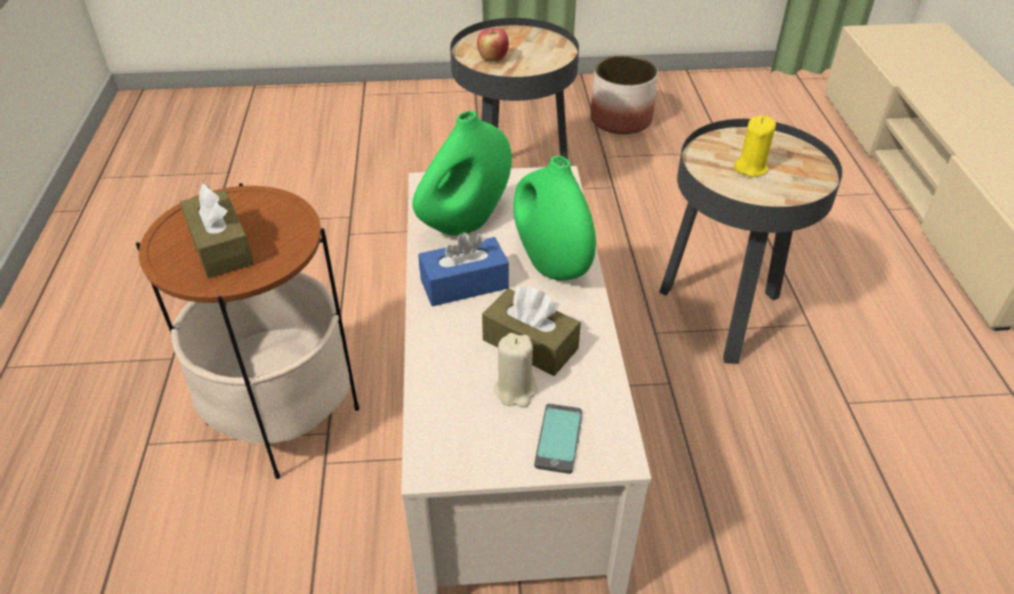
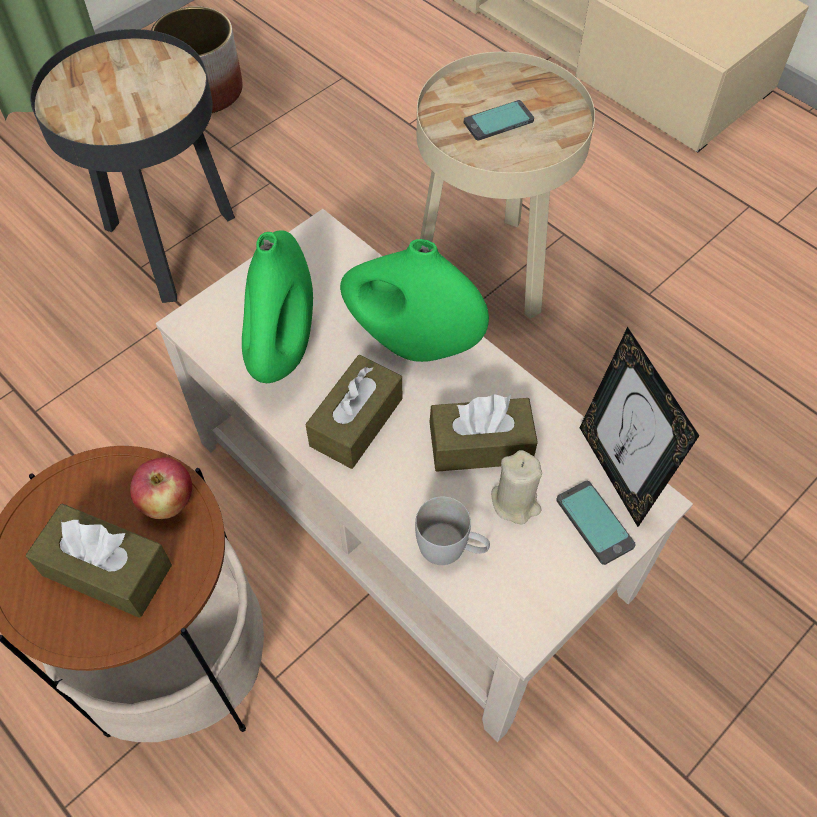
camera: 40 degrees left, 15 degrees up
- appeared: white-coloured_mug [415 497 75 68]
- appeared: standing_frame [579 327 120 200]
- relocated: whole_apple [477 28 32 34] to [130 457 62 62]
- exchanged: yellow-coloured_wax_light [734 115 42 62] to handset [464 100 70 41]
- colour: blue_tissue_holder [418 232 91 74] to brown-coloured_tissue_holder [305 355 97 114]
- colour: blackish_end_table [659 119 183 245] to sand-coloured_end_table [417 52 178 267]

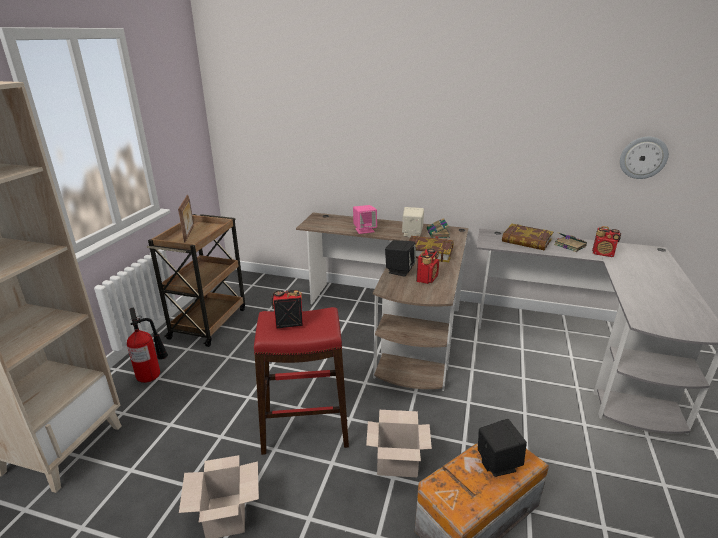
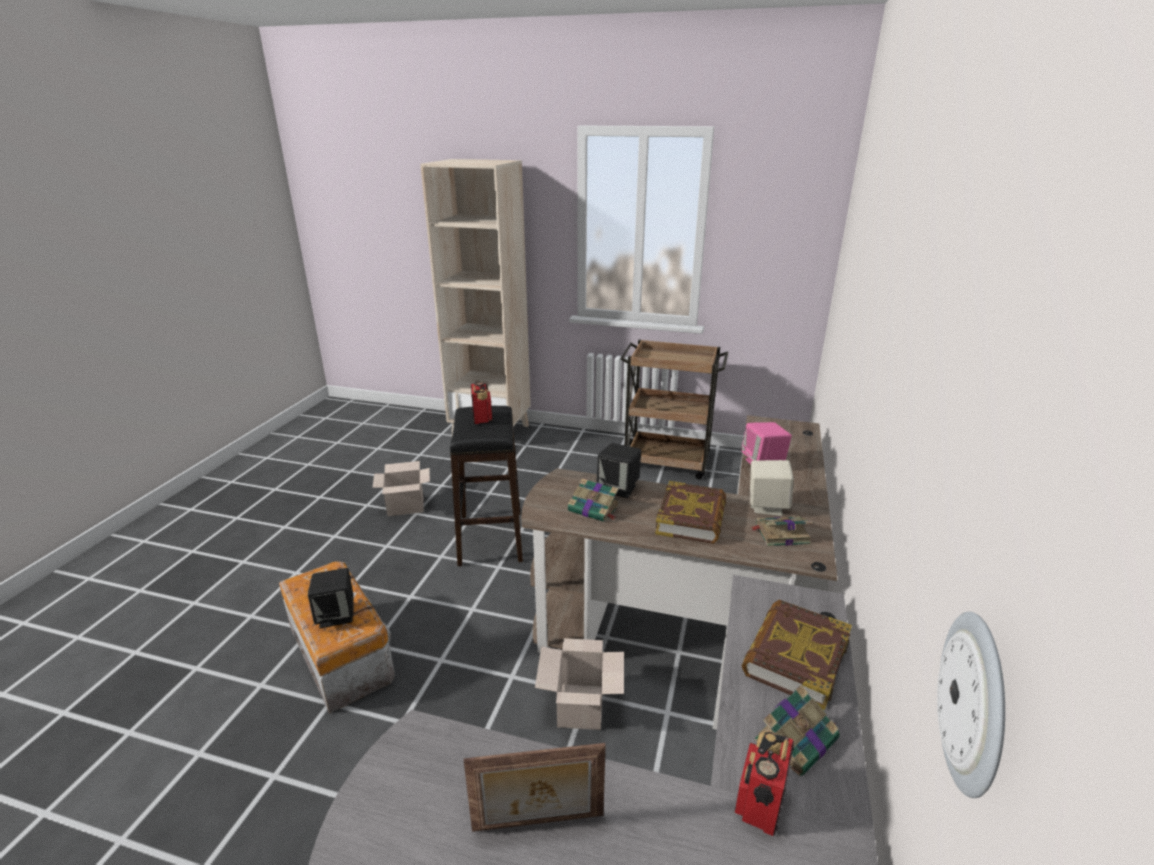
camera: 90 degrees right, 0 degrees up
- missing: extinguisher [127 308 41 75]
- relocated: standing_frame [178 195 16 48] to [464 743 142 89]
- relocated: carton [366 410 66 67] to [535 638 89 92]
- exchanged: radio_set [416 248 23 36] to volume [568 478 51 44]
- colour: red-coloured_stool [254 307 95 148] to blackish_stool [450 406 73 160]

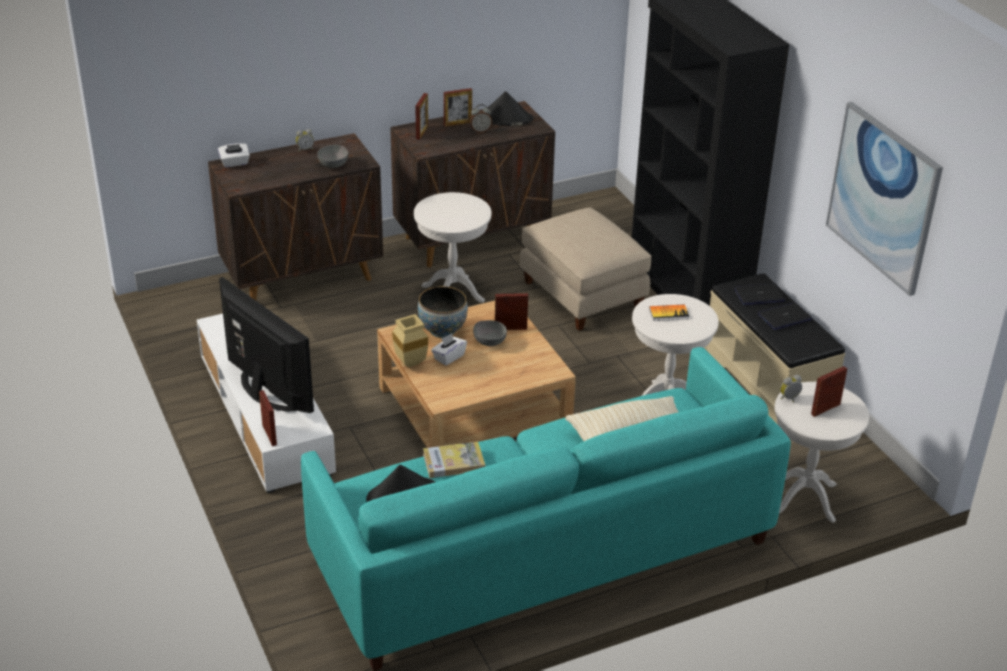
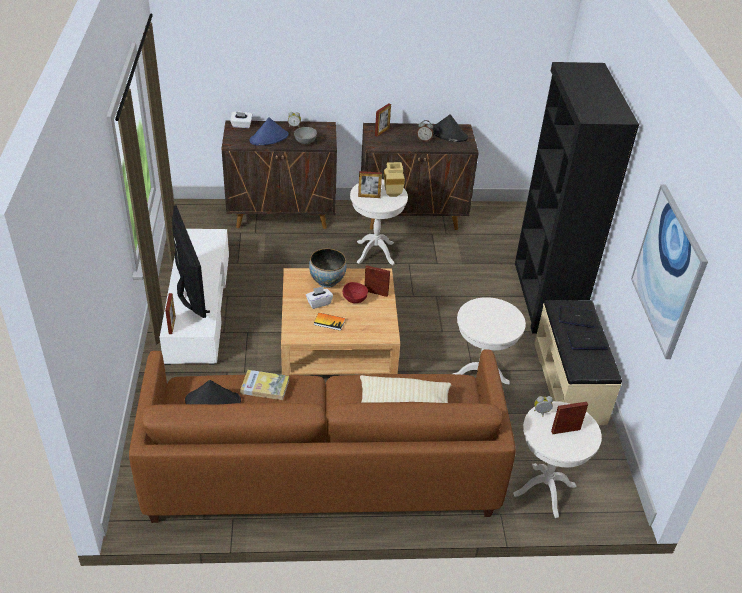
camera: 20 degrees right, 5 degrees up
- missing: sand-coloured_footrest [520 207 131 124]
- appeared: blue_wearable_hat [250 117 38 28]
- relocated: sand-coloured_flower_vase [392 314 36 54] to [384 162 21 35]
- relocated: standing_frame [444 88 28 39] to [358 171 24 27]
- relocated: volume [649 304 40 17] to [314 313 31 18]
- colour: blue-green_couch [301 347 490 324] to brown-coloured_couch [129 349 387 174]
- colour: grey_deep_dish [473 320 34 26] to red-coloured_deep_dish [343 282 25 21]

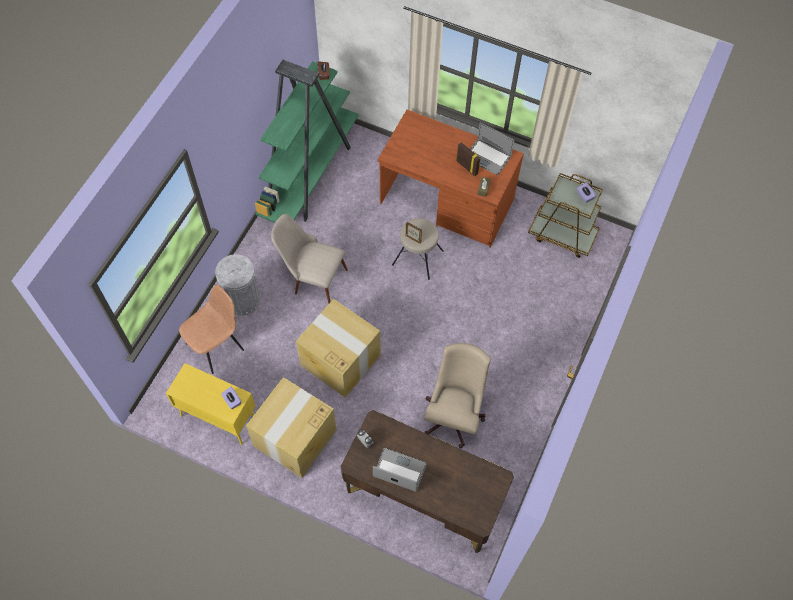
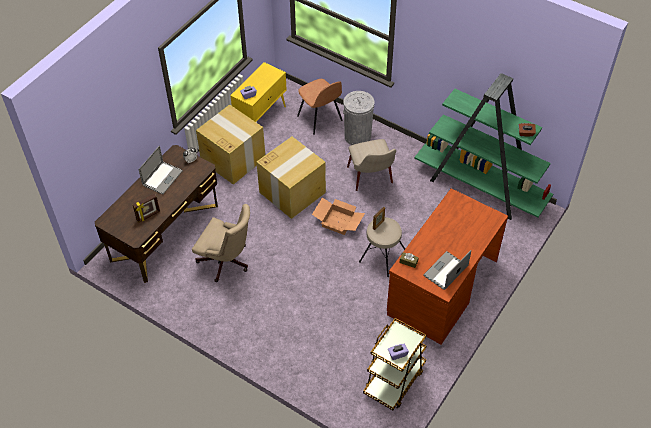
camera: 100 degrees right, 10 degrees down
- appeared: carton [312 198 53 37]
- relocated: standing_frame [456 142 25 34] to [133 194 27 29]
- spun: sand-coloured_plain_chair [271 214 77 90] = [347 139 49 52] 135 degrees clockwise

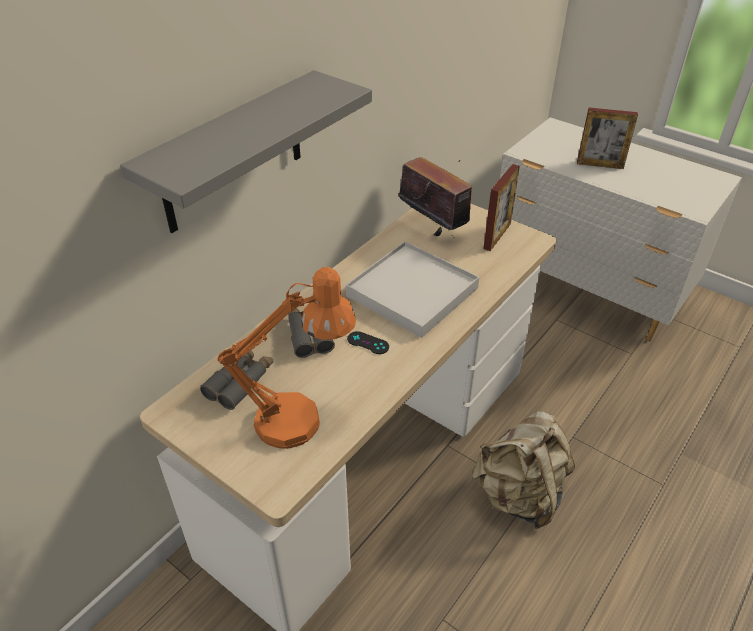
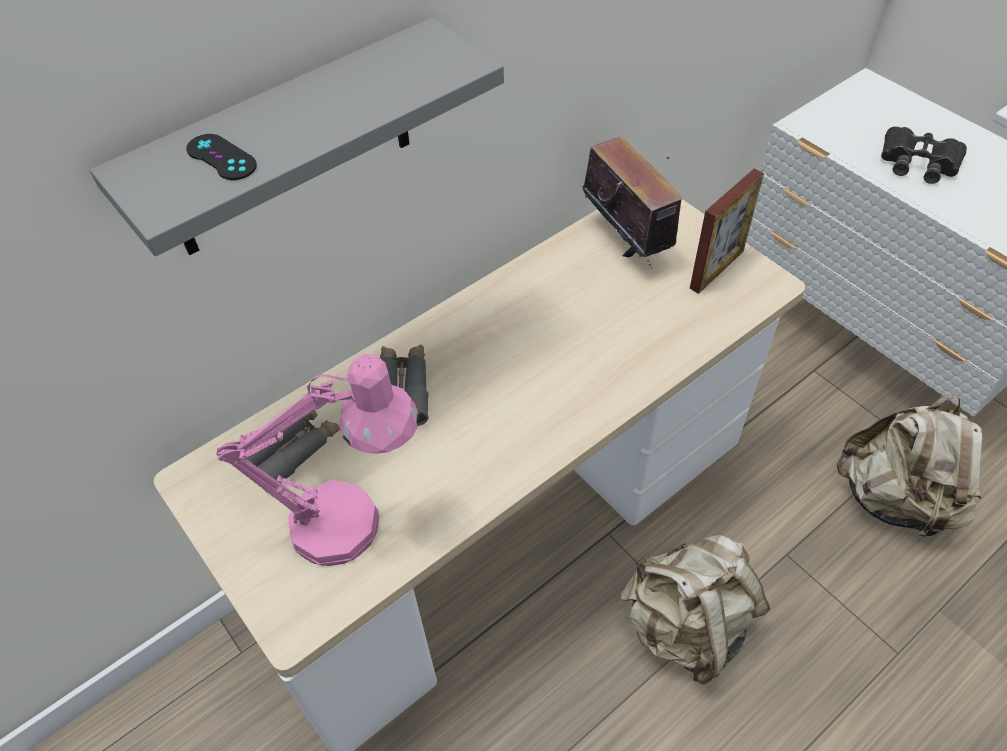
camera: 15 degrees right, 10 degrees up
- missing: white-coloured_carrying_tray [346 241 133 97]
- appeared: sand-coloured_rucksack [836 395 146 146]
- relocated: blackish_gamepad [347 331 42 23] to [186 134 71 46]
- exchanged: standing_frame [577 108 61 61] to blackish_field_glasses [881 126 86 58]
- colour: orangey_tabletop_lamp [218 267 138 182] to pink_tabletop_lamp [217 354 202 212]

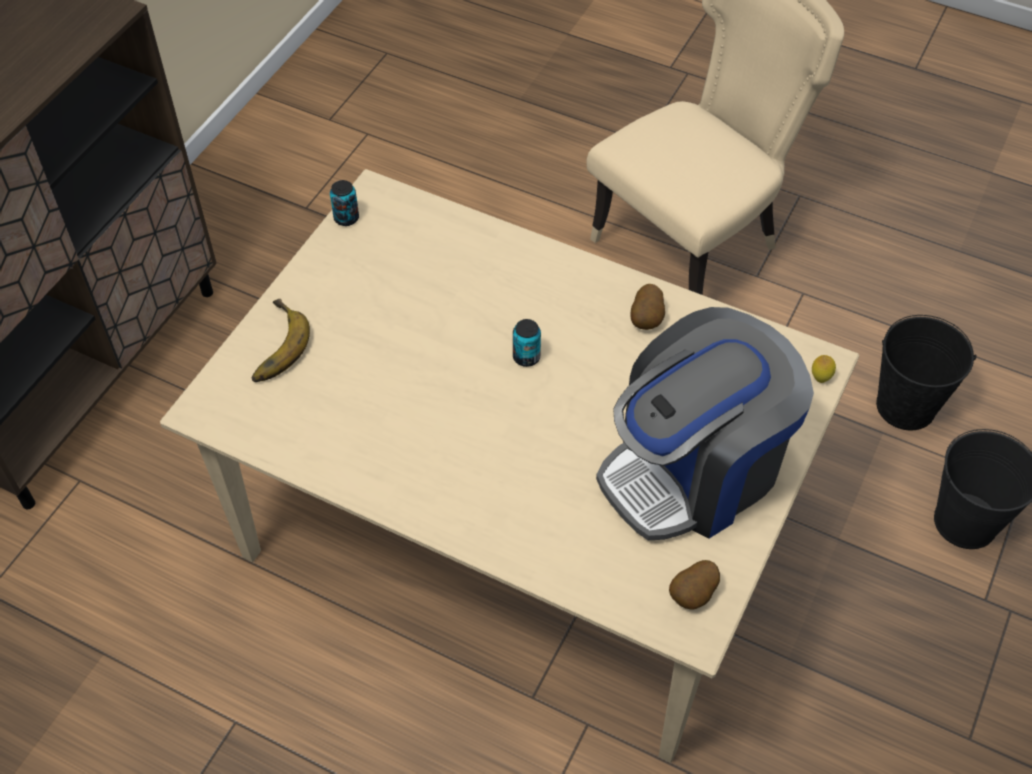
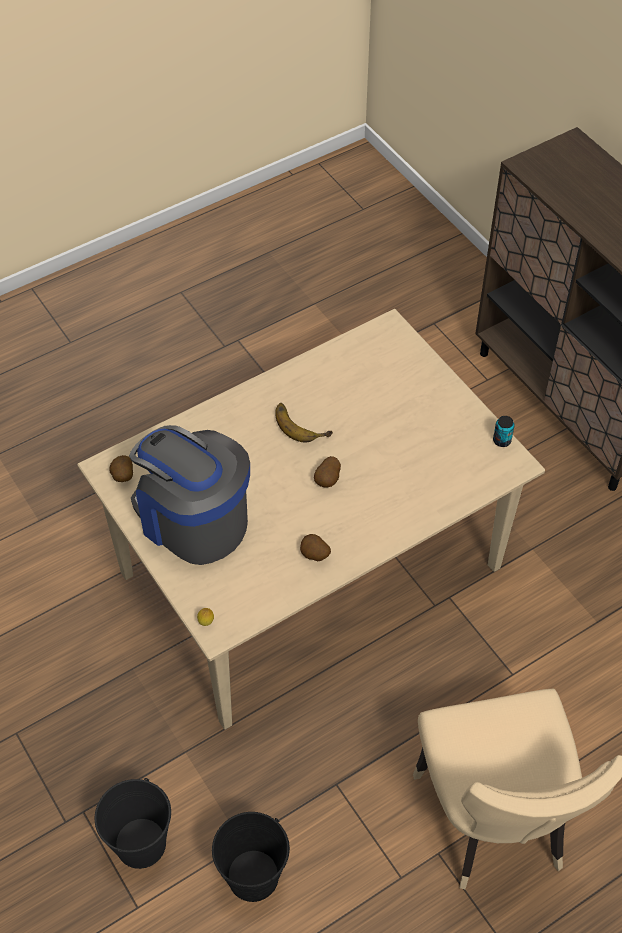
camera: 120 degrees right, 0 degrees up
- relocated: whole_banana [251 299 59 83] to [275 403 58 40]
- exchanged: can [513 319 28 48] to spud [314 456 27 31]
- spun: coffee_maker [596 307 218 233] = [129 425 121 140] 45 degrees counterclockwise

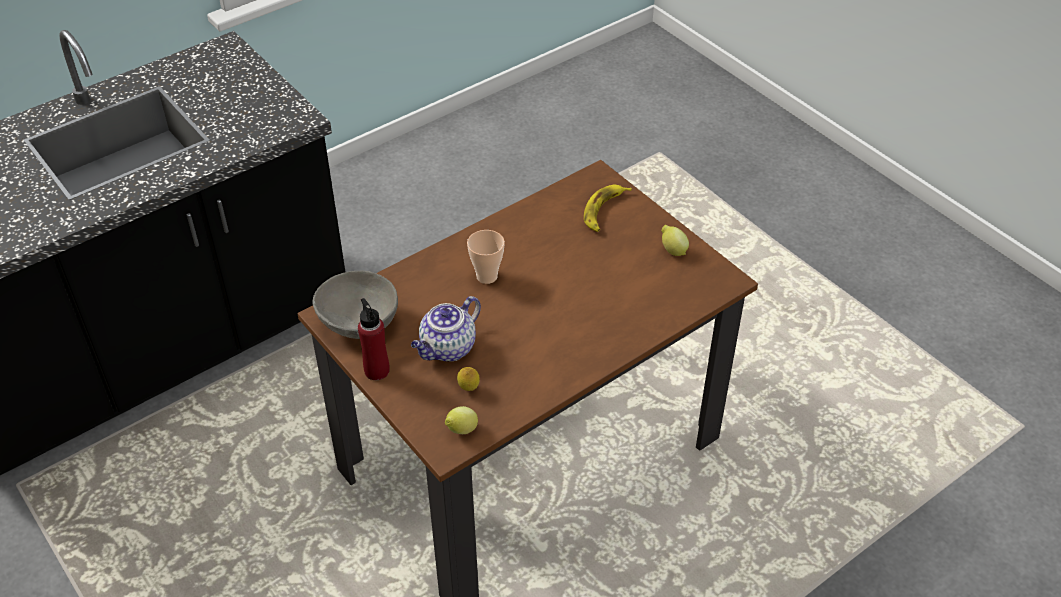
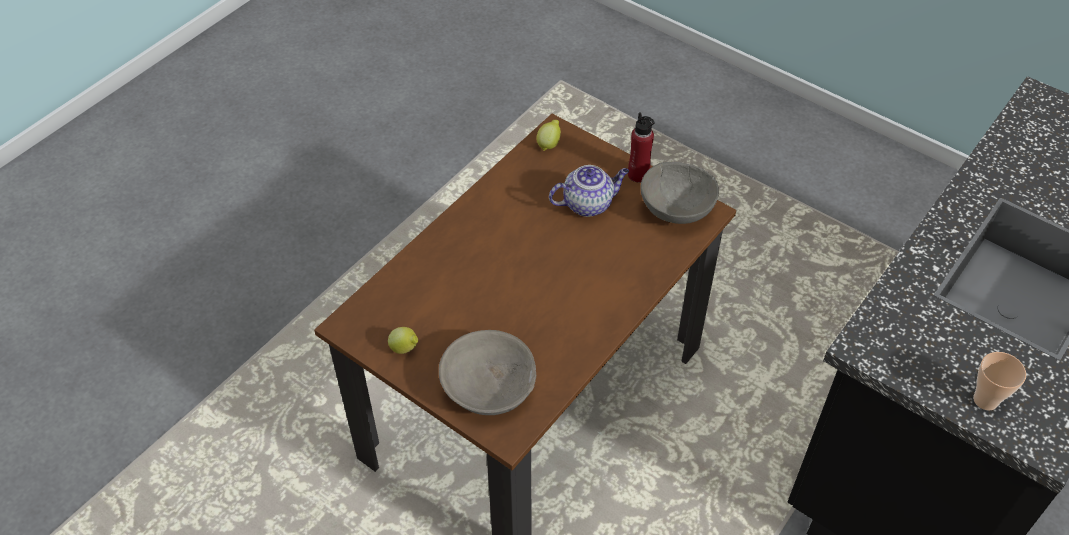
camera: 165 degrees right, 5 degrees up
- missing: lemon [457 367 23 24]
- relocated: drinking_cup [467 230 38 54] to [973 352 53 58]
- exchanged: whole_banana [584 185 47 47] to grey_deep_dish [439 330 97 85]
- spun: pot_for_tea [411 296 70 66] = [549 165 80 52] 45 degrees clockwise

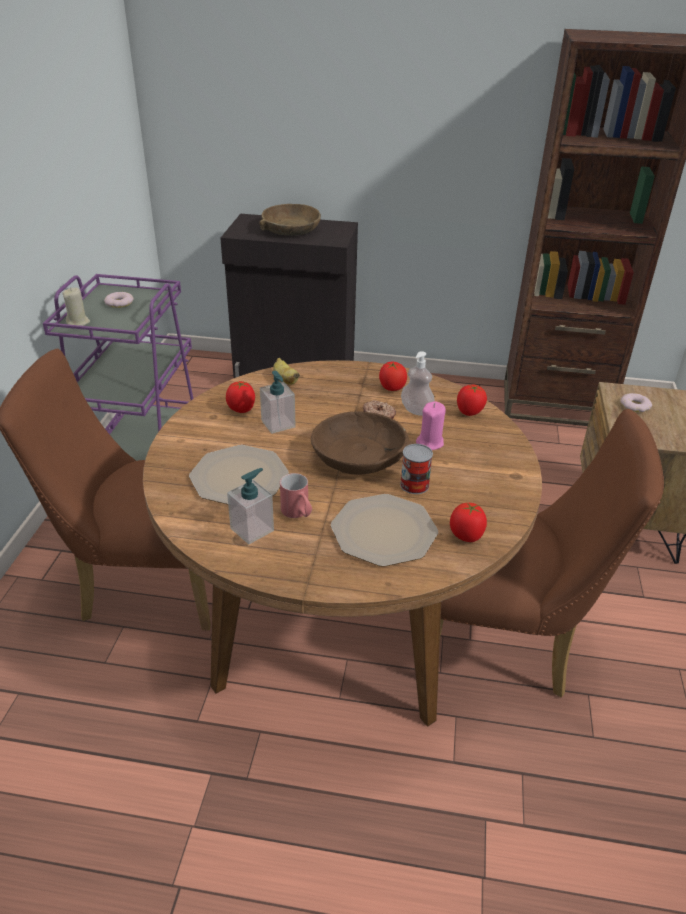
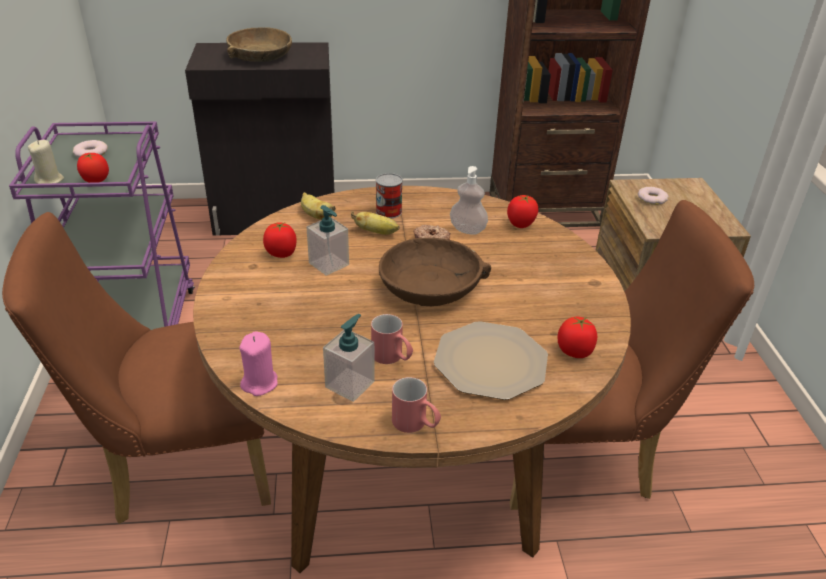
camera: 15 degrees left, 0 degrees up
- missing: plate [189 445 100 59]
- appeared: whole_banana [351 211 49 24]
- appeared: red-coloured_mug [392 377 49 56]
- relocated: whole_tomato [379 362 28 29] to [77 153 32 30]
- relocated: can [400 444 33 50] to [376 173 27 45]
- relocated: pink_wax_light [416 401 30 49] to [239 331 39 65]

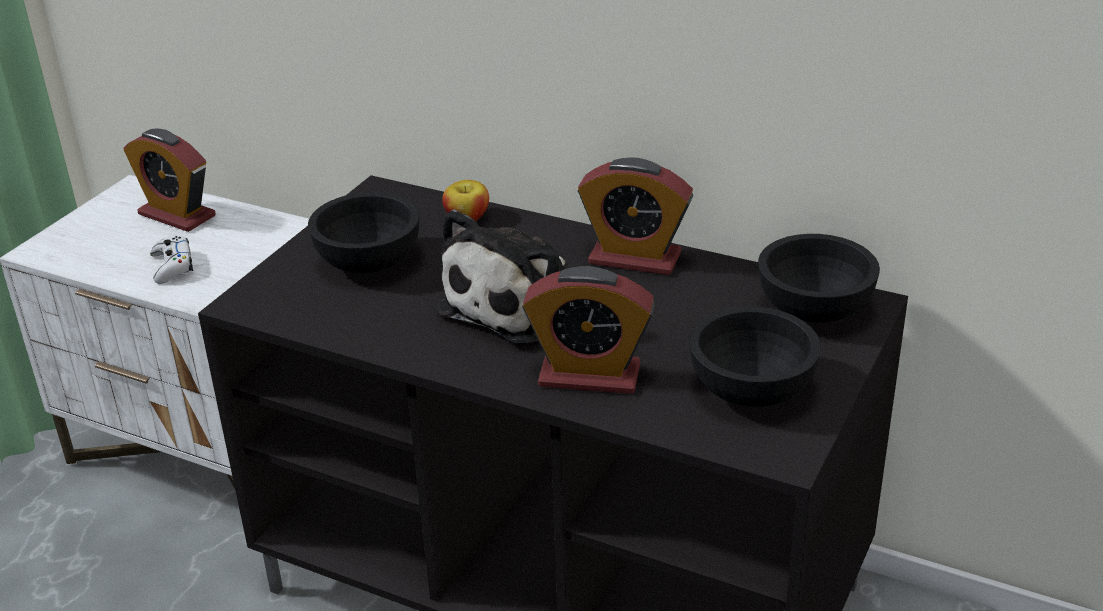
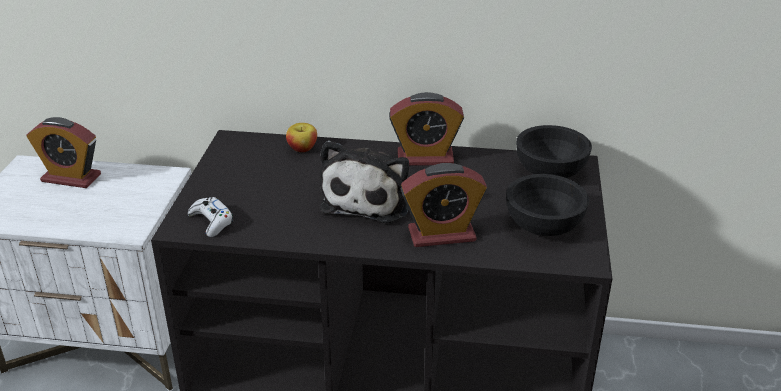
camera: 20 degrees left, 0 degrees up
- missing: blackish_deep_dish [308 192 112 81]
- relocated: white-coloured_gamepad [150 236 43 48] to [188 197 45 40]

